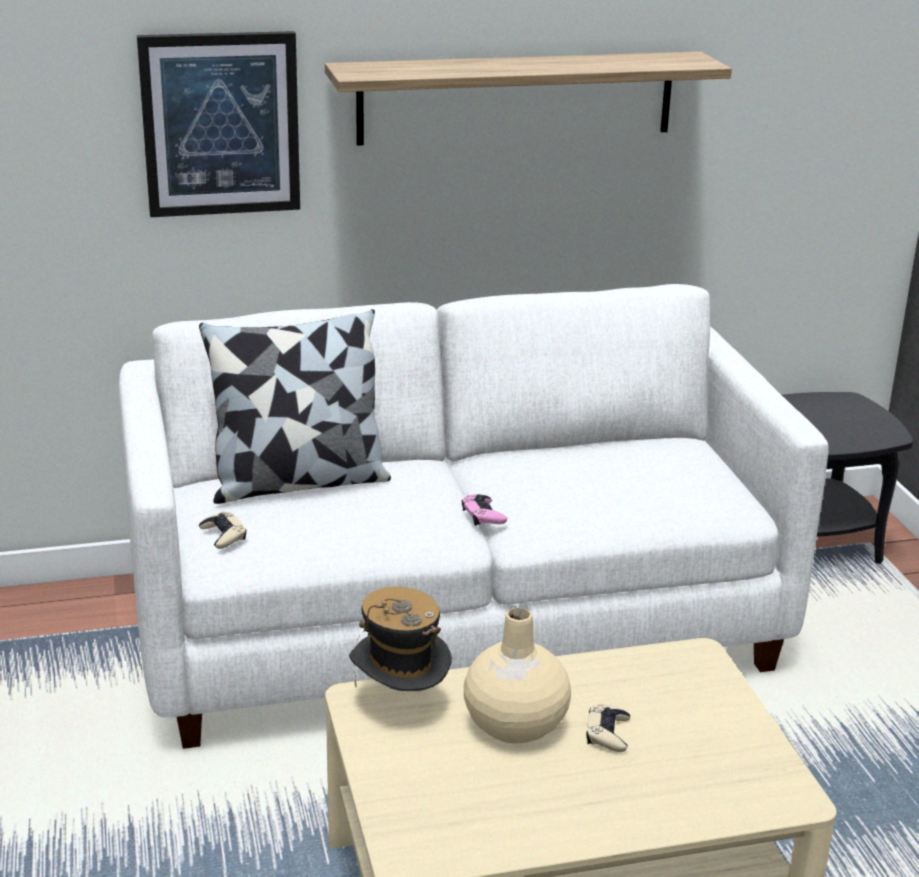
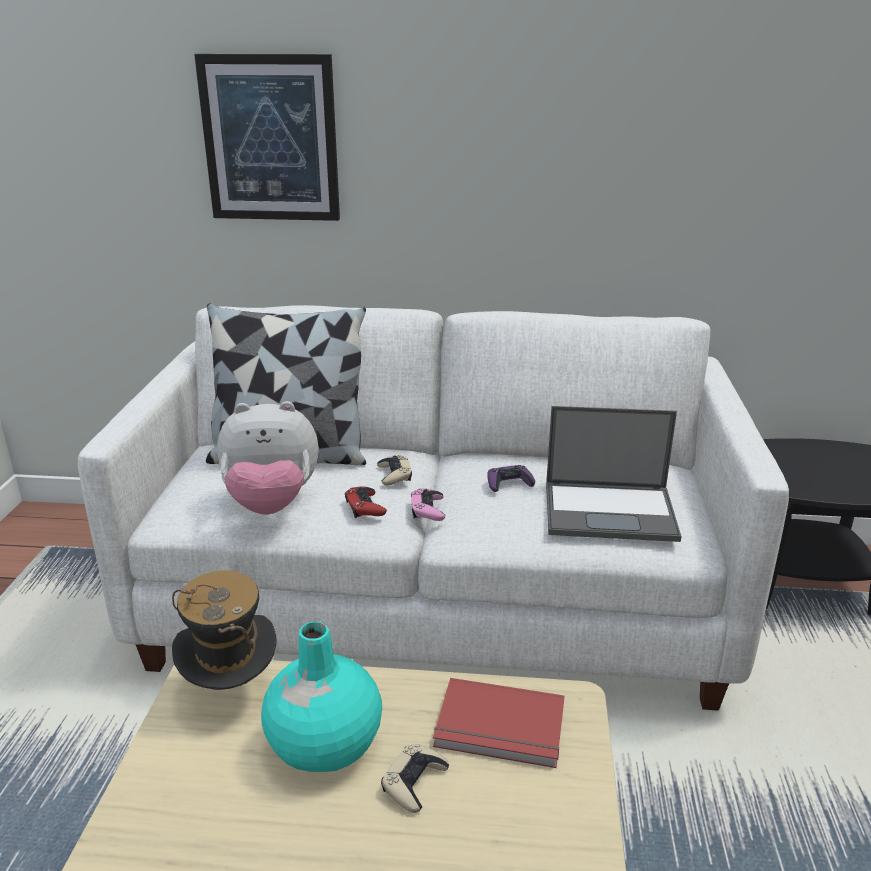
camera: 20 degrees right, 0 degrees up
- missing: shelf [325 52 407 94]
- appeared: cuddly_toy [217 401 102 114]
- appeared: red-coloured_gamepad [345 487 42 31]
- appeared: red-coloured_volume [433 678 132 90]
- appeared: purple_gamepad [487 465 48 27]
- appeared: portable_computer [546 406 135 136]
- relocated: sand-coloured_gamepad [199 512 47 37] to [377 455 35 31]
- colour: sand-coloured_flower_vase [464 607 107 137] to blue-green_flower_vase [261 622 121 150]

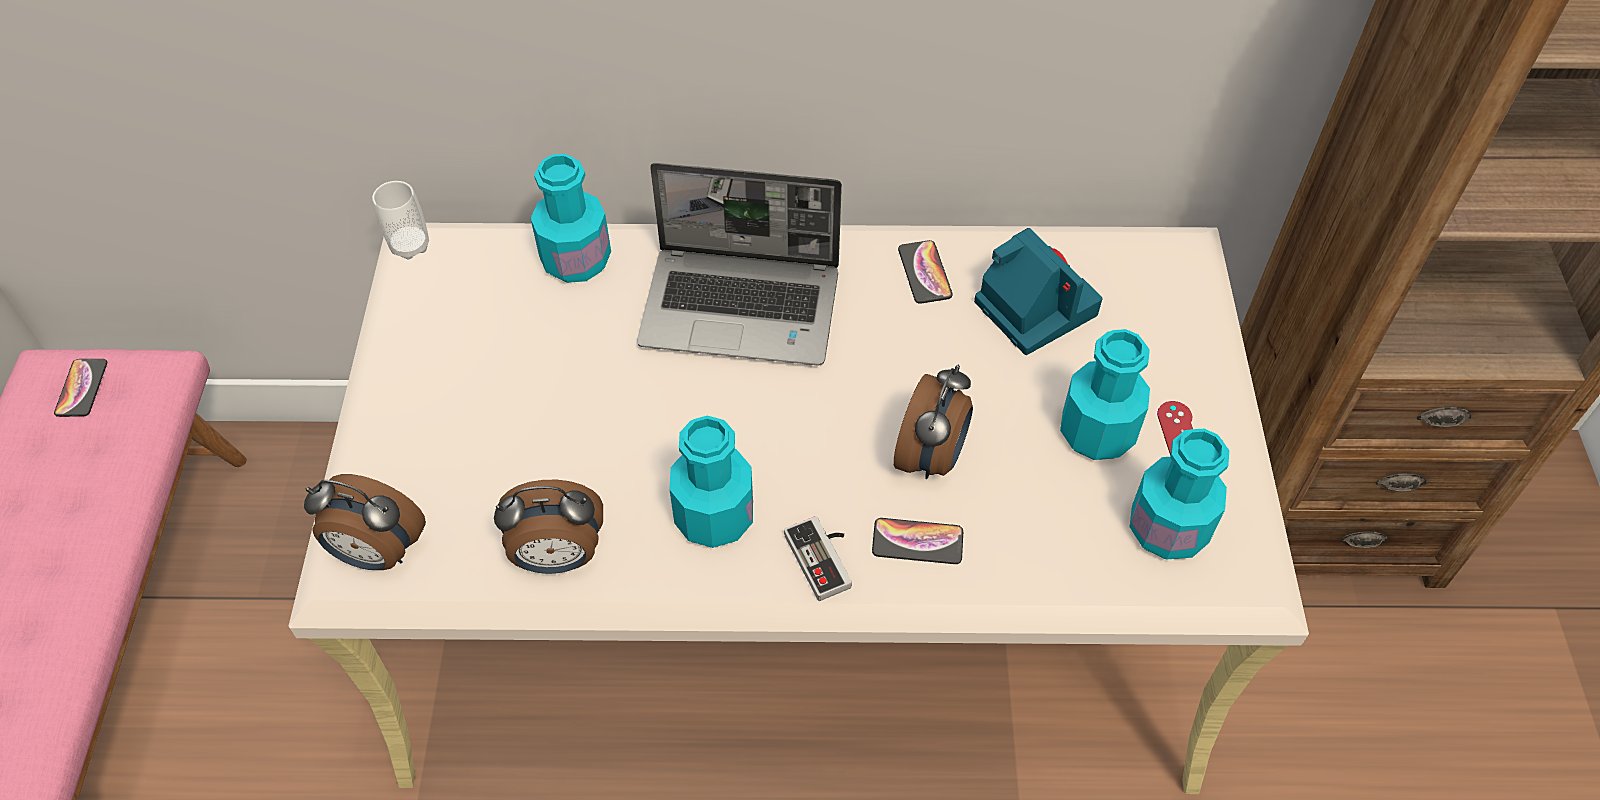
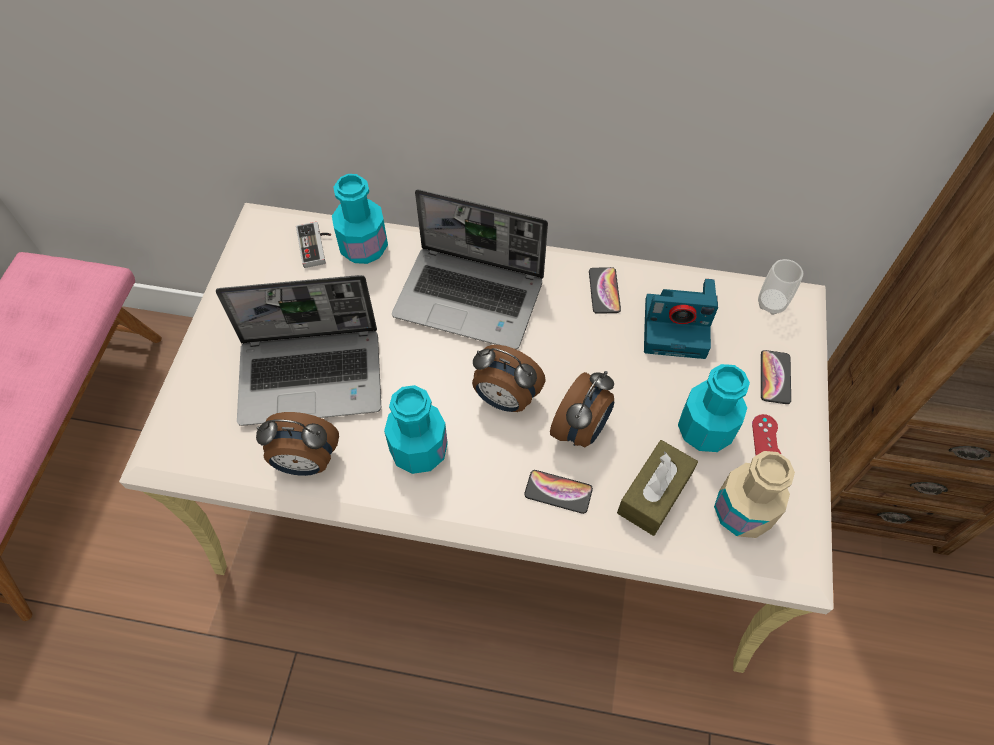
camera: 10 degrees right, 5 degrees up
- appeared: portable_computer [216 275 165 151]
- appeared: brown-coloured_tissue_holder [617 440 81 96]
- relocated: handset [54 359 53 58] to [761 350 30 54]
- relocated: alarm_clock [304 474 122 96] to [472 345 74 67]
- relocated: drinking_cup [372 181 57 78] to [758 259 45 56]
- relocated: gamepad [784 516 68 85] to [296 222 35 46]
- colour: blue-green_bottle [1130 429 99 130] to sand-coloured_bottle [714 451 81 87]
- spun: still_camera [974 228 129 127] = [644 279 74 80] 120 degrees clockwise

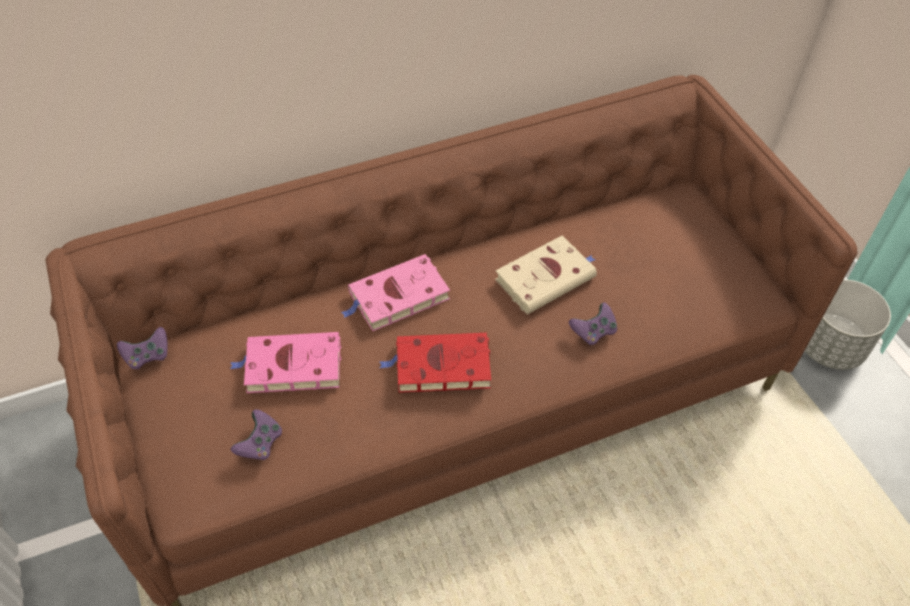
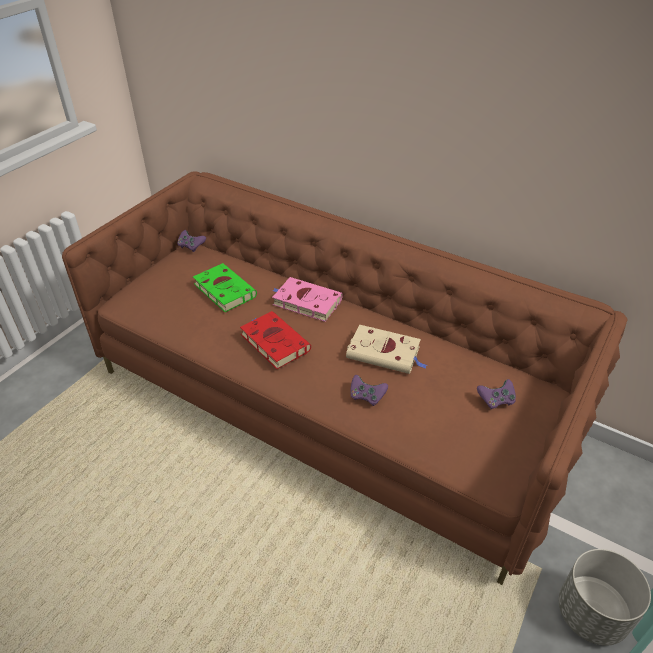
camera: 55 degrees right, 10 degrees down
- relocated: purple_gamepad [231 409 51 51] to [477 379 39 30]
- colour: pink_volume [230 332 111 61] to green_volume [193 263 64 49]

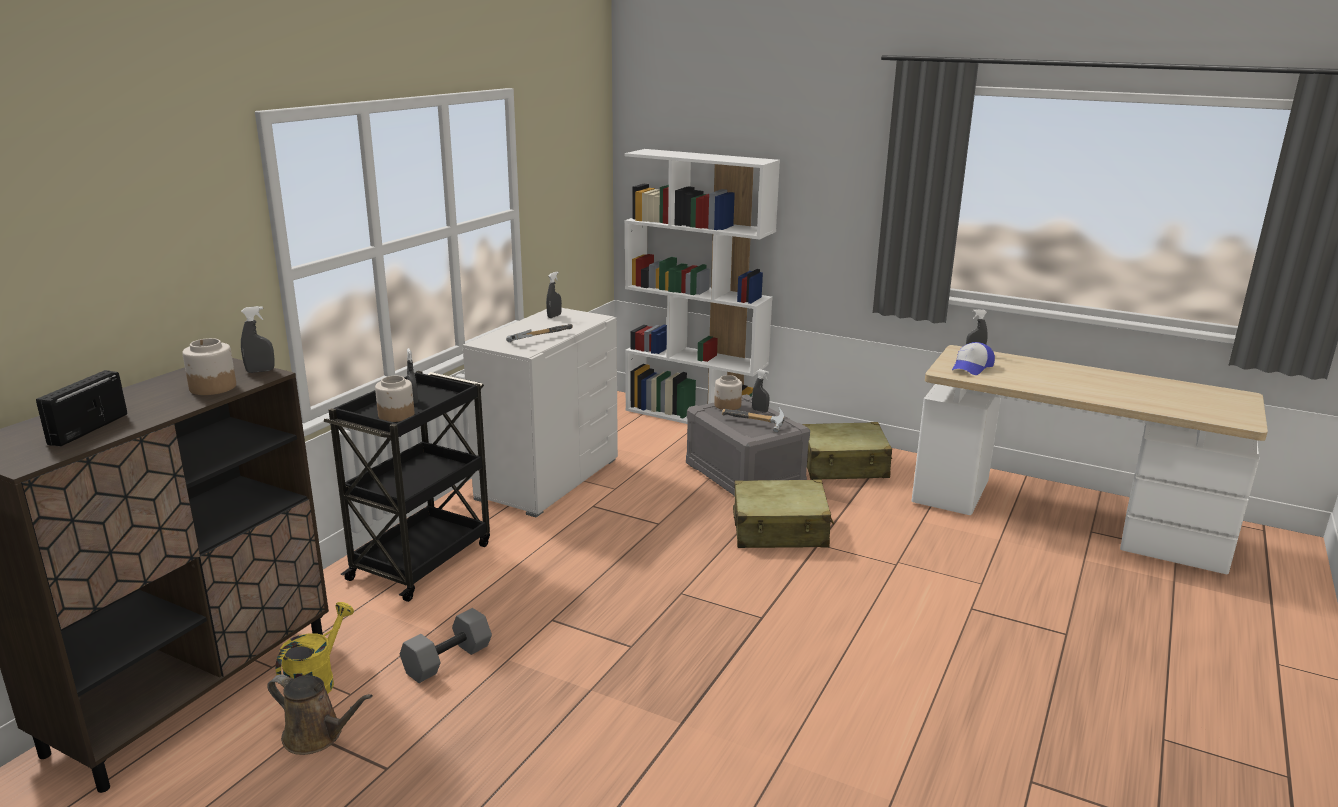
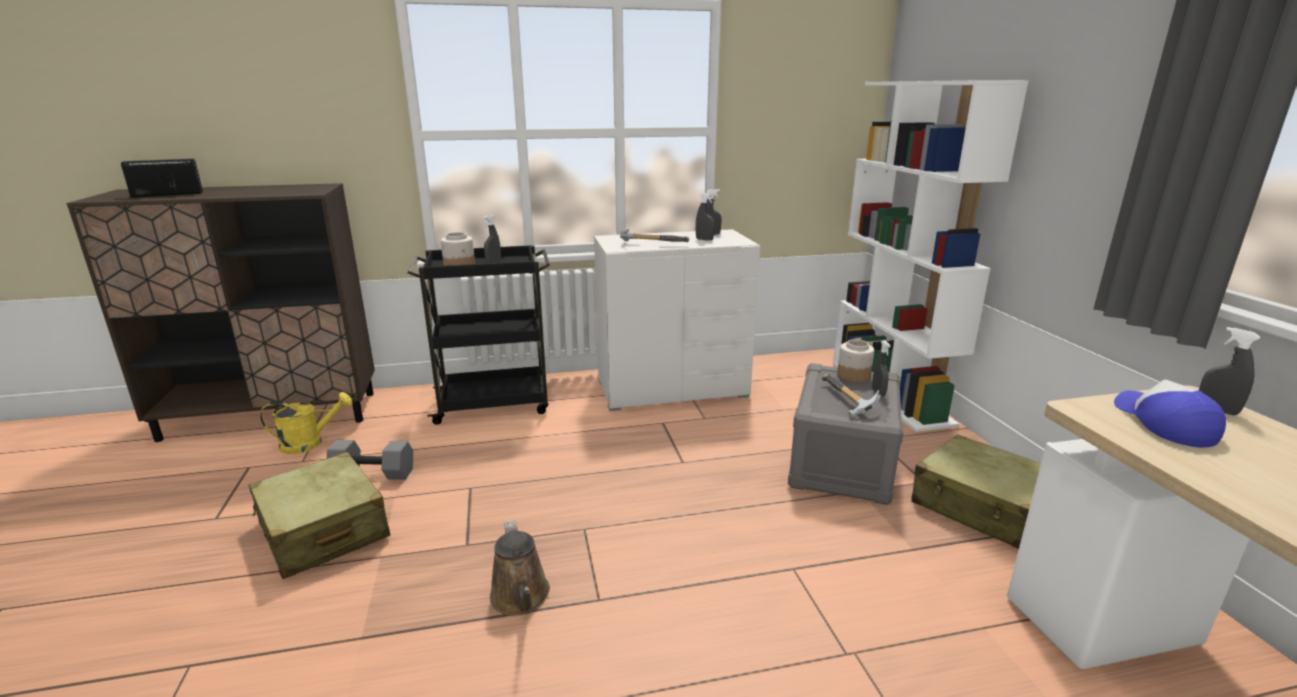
camera: 50 degrees right, 0 degrees up
- missing: storage_jar [182 338 54 57]
- relocated: grey_spray_bottle [241 306 34 67] to [695 193 20 48]
- relocated: brown-coloured_sprinkling_can [267 674 106 81] to [489 520 61 95]
- relocated: sand-coloured_piece_of_luggage [733 479 101 69] to [249 452 141 127]
- spun: peaked_cap [952 342 43 33] = [1114 380 112 67] 90 degrees clockwise

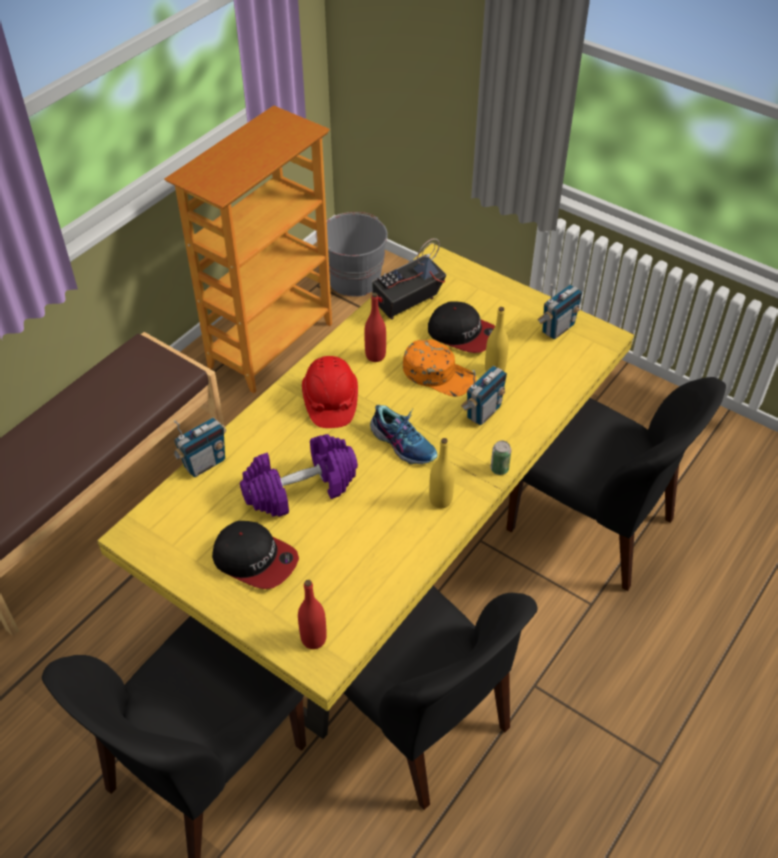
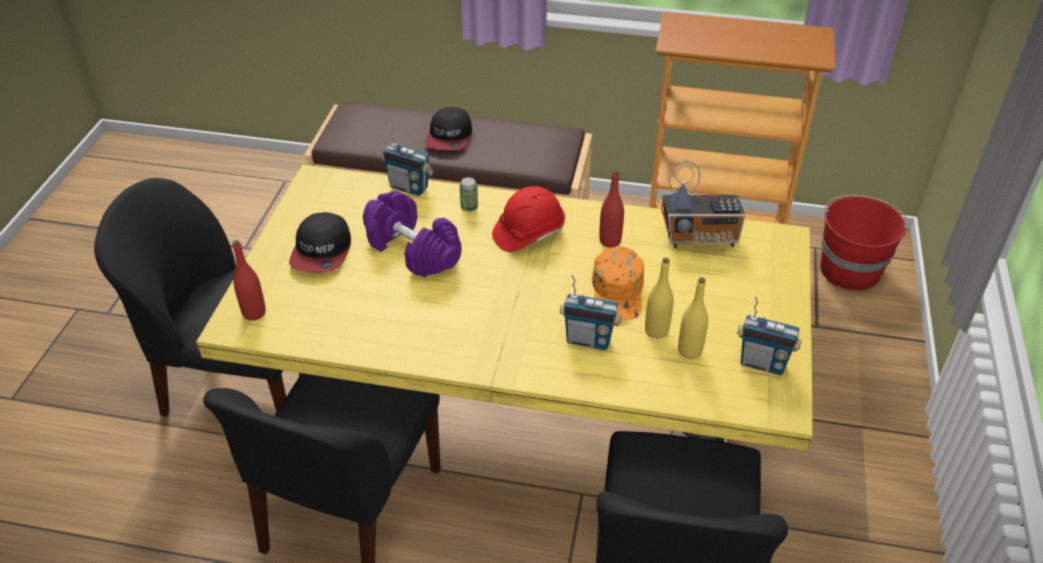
camera: 65 degrees right, 5 degrees down
- missing: item_of_footwear [370 405 68 59]
- relocated: peaked_cap [428 301 67 52] to [426 107 46 43]
- relocated: yellow-coloured_bottle [429 438 26 70] to [678 278 30 81]
- relocated: can [491 441 20 34] to [460 177 18 35]
- colour: grey_water_bucket [316 212 72 85] to red-coloured_water_bucket [820 195 88 96]
- spun: radio_set [372 238 74 82] = [661 161 85 87] 150 degrees clockwise

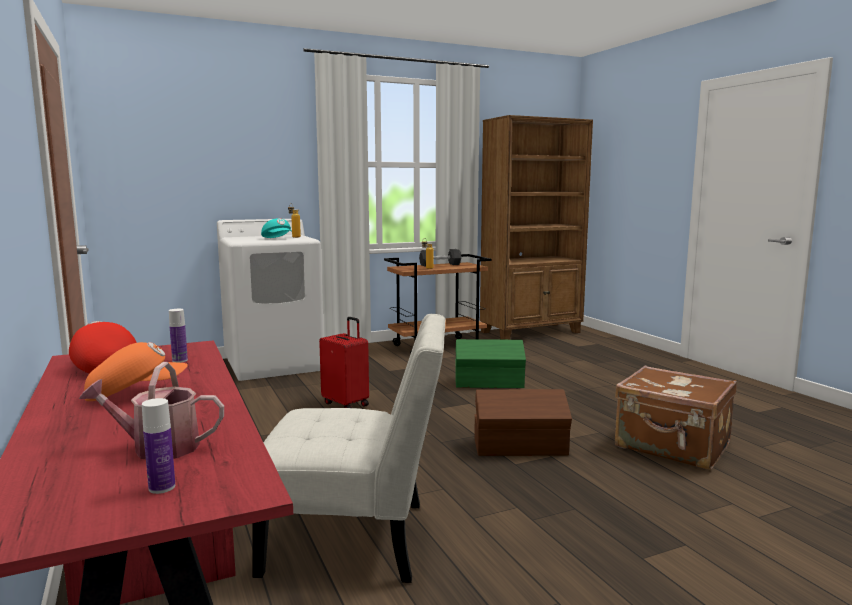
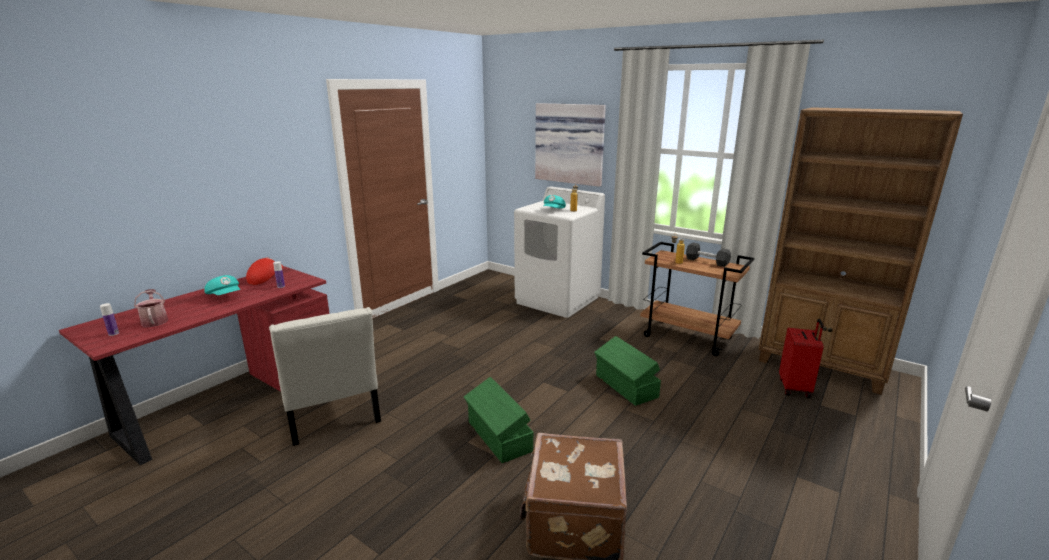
camera: 60 degrees right, 10 degrees up
- appeared: wall_art [535 103 71 84]
- relocated: red-coloured_piece_of_luggage [319 317 50 91] to [779 319 45 79]
- colour: orangey_peaked_cap [84 342 104 59] to blue-green_peaked_cap [204 275 36 20]
- colour: brown-coloured_storage_container [474 389 98 67] to green_storage_container [464 377 69 86]

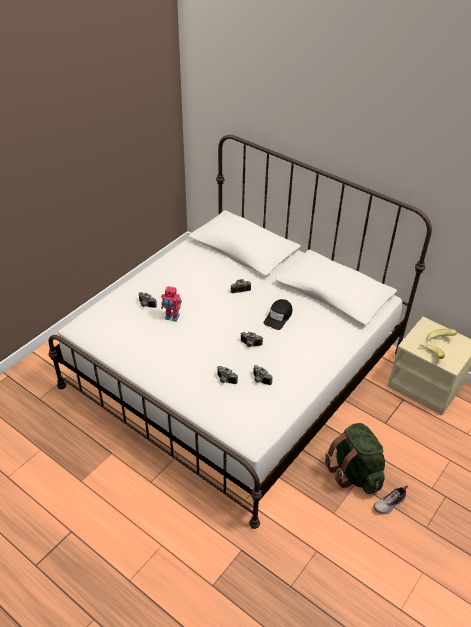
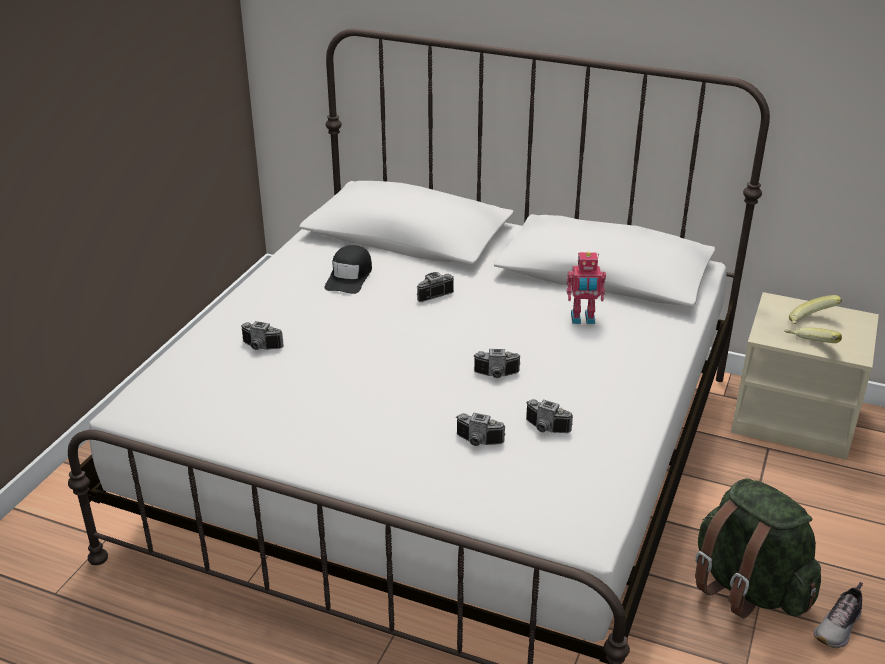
camera: 15 degrees left, 10 degrees down
- relocated: model_robot [161 286 21 36] to [567 252 39 72]
- relocated: blackish_peaked_cap [264 299 28 31] to [325 245 47 49]

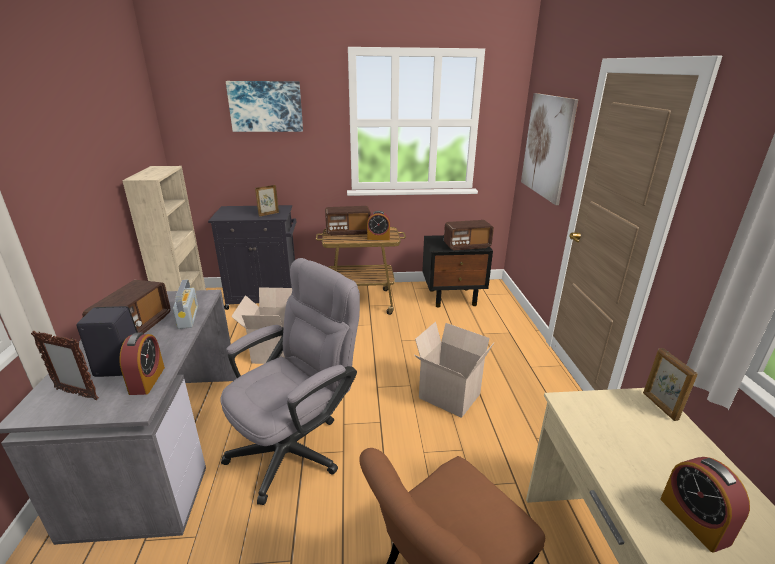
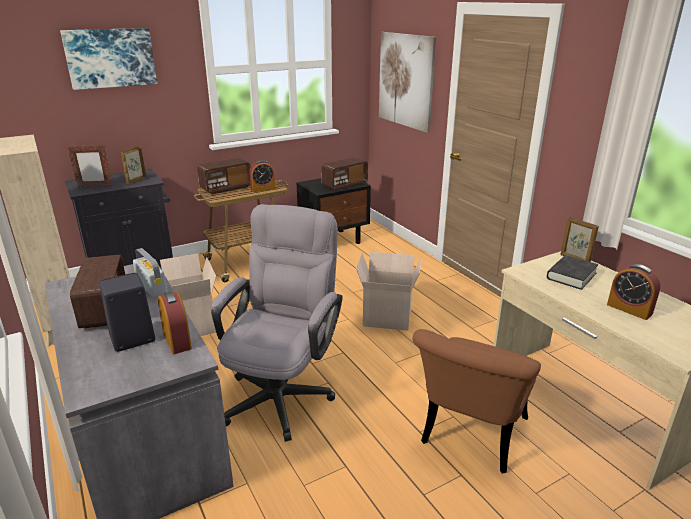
camera: 25 degrees left, 0 degrees up
- appeared: blackish_volume [547 255 51 35]
- relocated: standing_frame [31 331 68 69] to [67 145 46 43]

